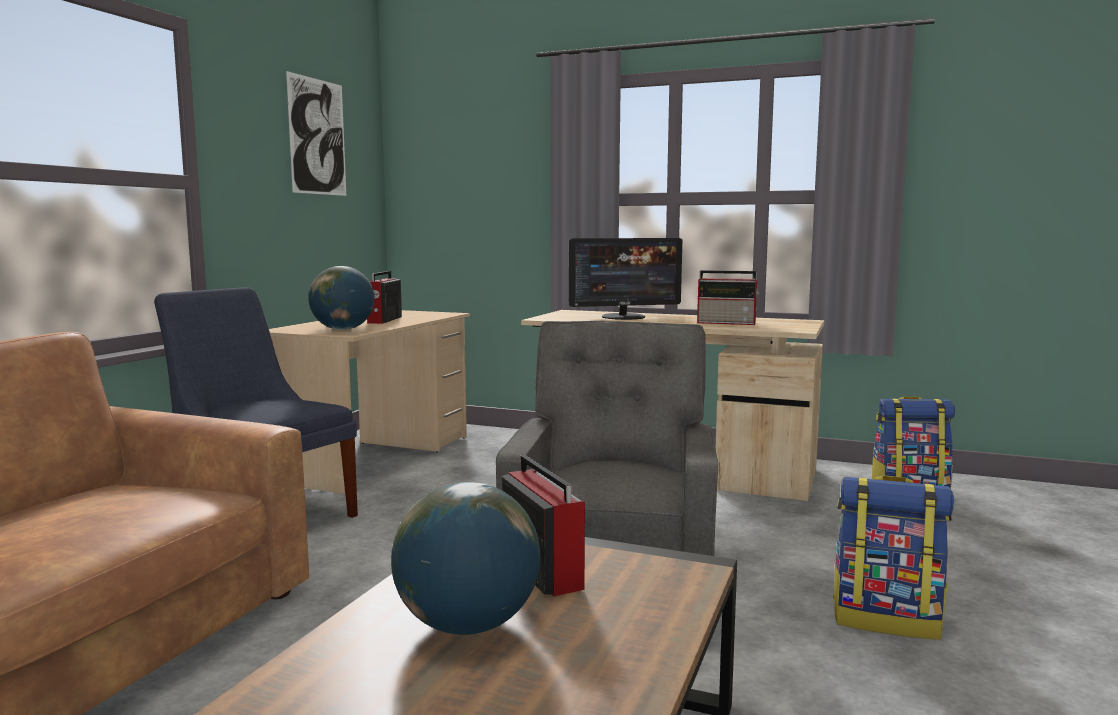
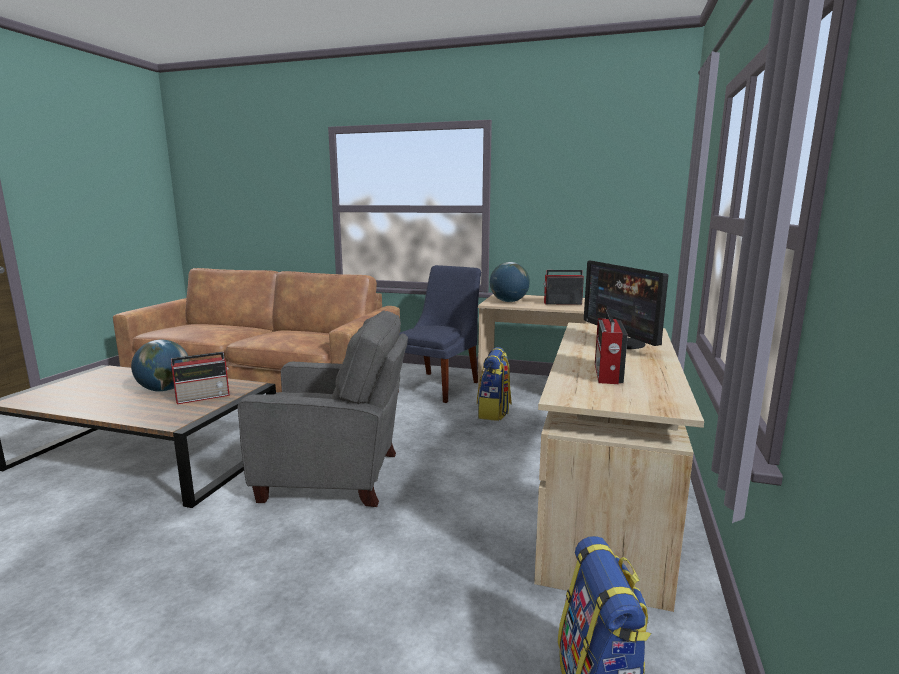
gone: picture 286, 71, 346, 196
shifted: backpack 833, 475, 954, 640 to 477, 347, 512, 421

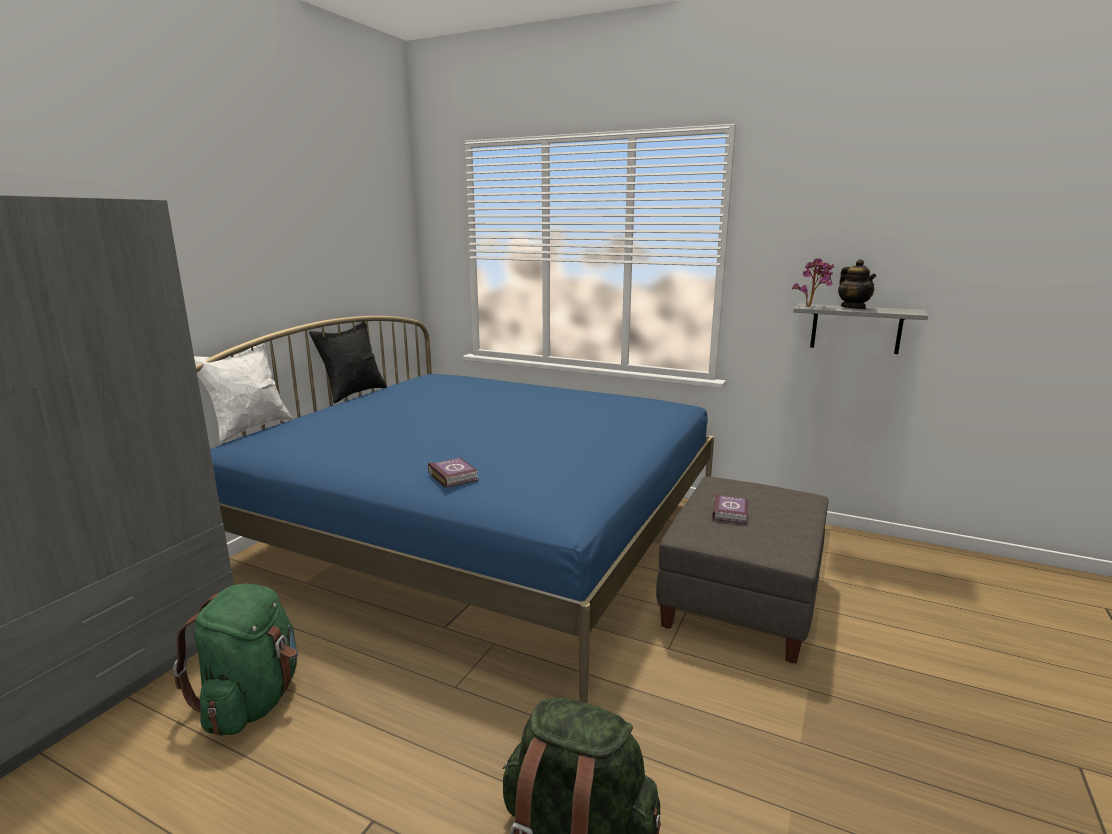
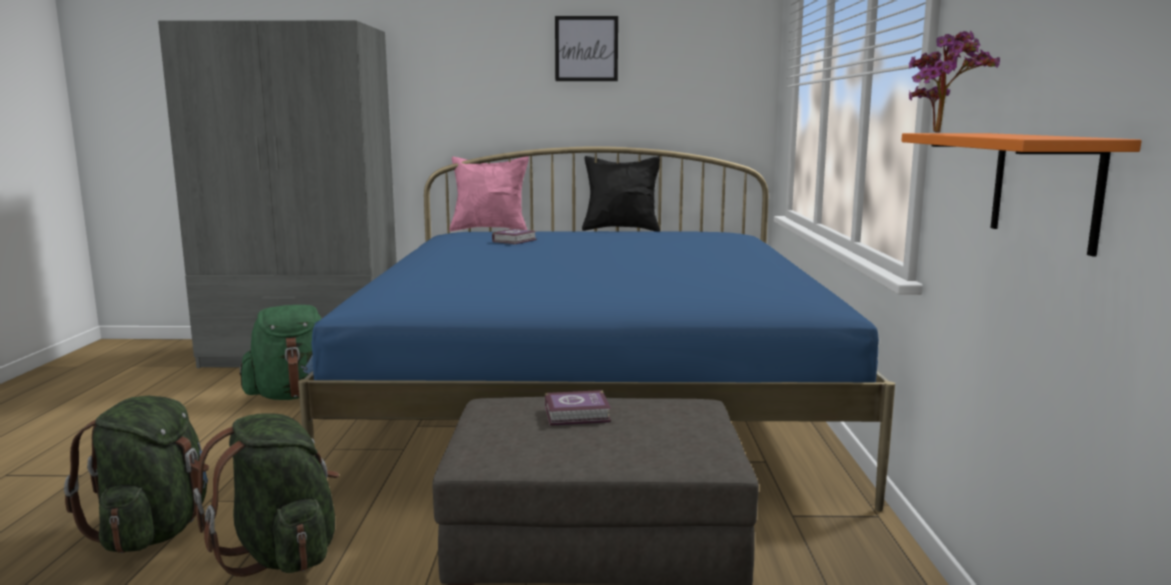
gone: teapot 838, 259, 876, 309
new: picture 555, 16, 618, 81; green_backpack 194, 413, 339, 577
shifted: book 428, 458, 479, 488 to 492, 229, 537, 244
repainted: grey_shelf 793, 303, 928, 354 to orange_shelf 901, 133, 1141, 256; white_pillow 194, 343, 293, 443 to pink_pillow 449, 156, 529, 231

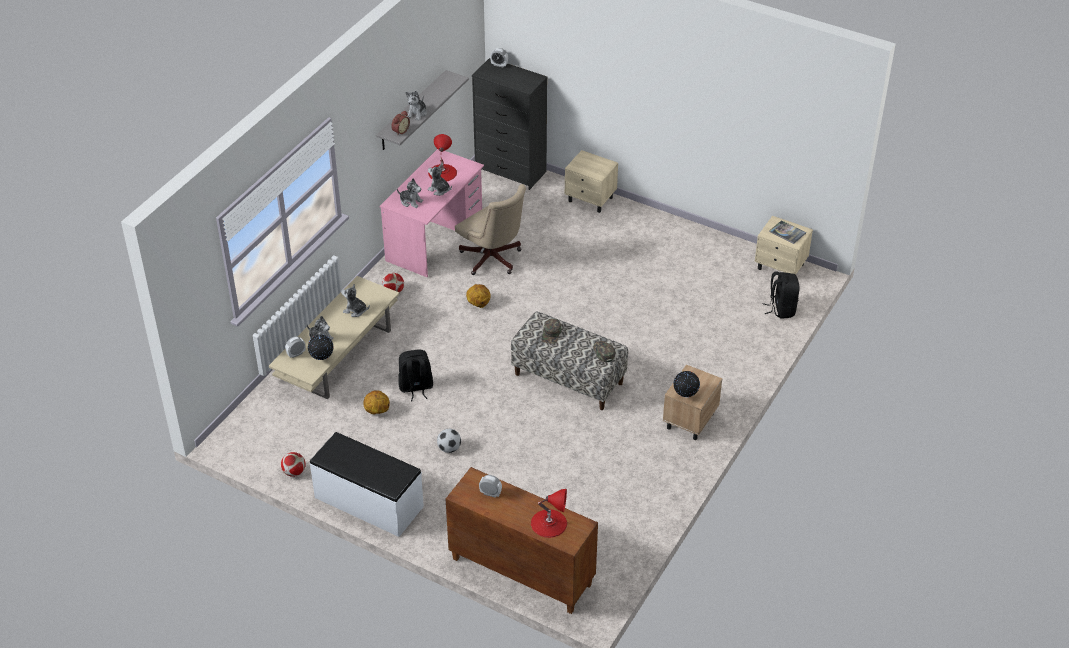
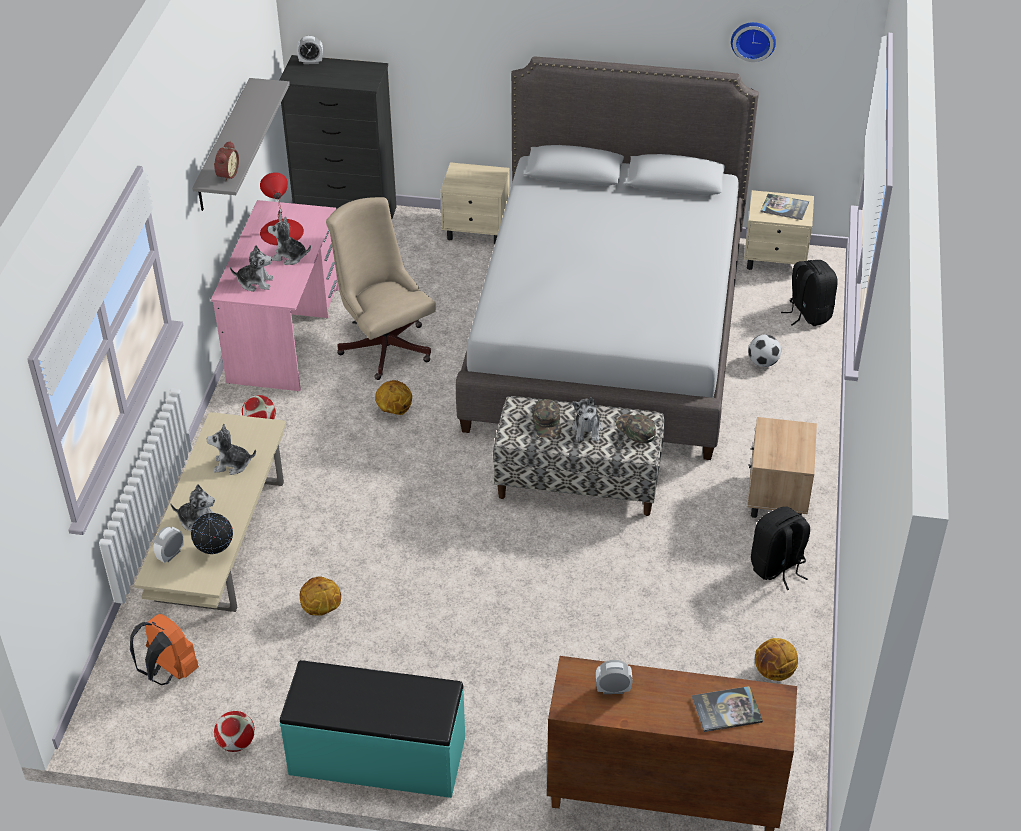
gone: globe 673, 371, 700, 397
new: wall_clock 731, 22, 776, 62; grey_bed 456, 57, 759, 460; orange_backpack 130, 614, 199, 685; basketball 755, 638, 798, 681
shifted: plush_toy 406, 91, 427, 121 to 572, 397, 603, 441; black_backpack 398, 349, 433, 401 to 751, 506, 810, 590; football 437, 429, 461, 453 to 748, 335, 781, 367
swapped: red_table_lamp 531, 489, 567, 538 to book 692, 686, 763, 732
repainted: white_bench 310, 432, 424, 537 to turquoise_bench 280, 660, 465, 798
rotated: beige_office_chair 455, 184, 526, 275 = 326, 197, 436, 380 150 degrees counterclockwise

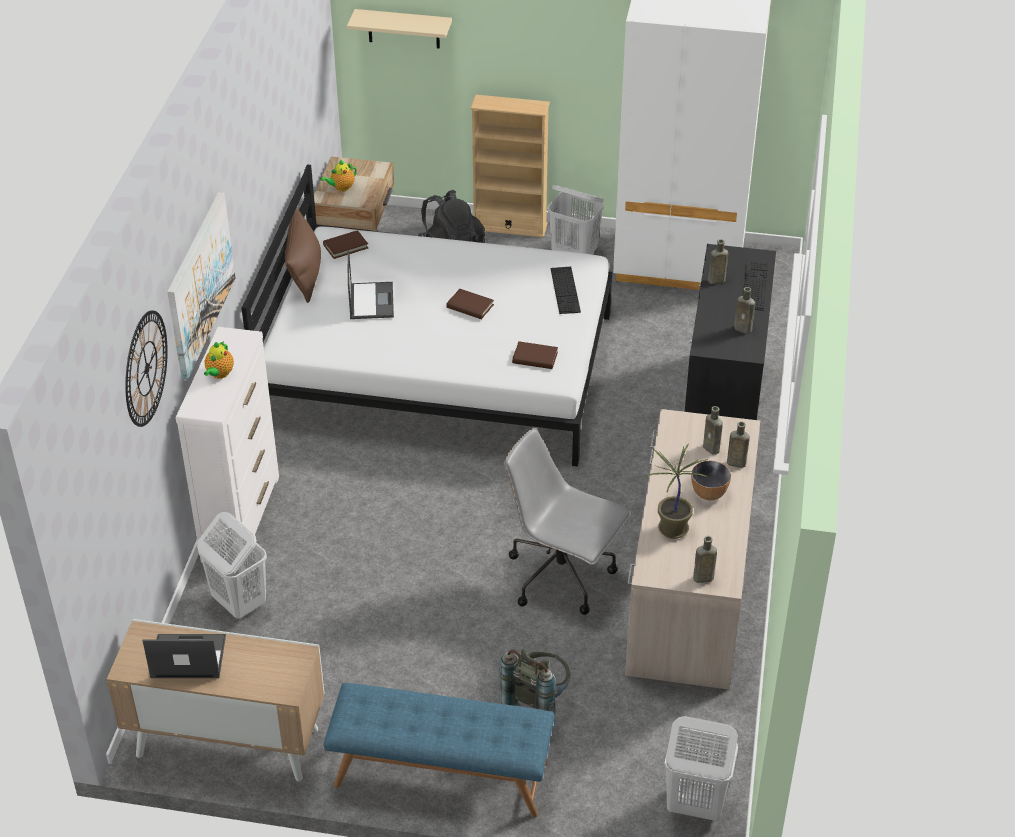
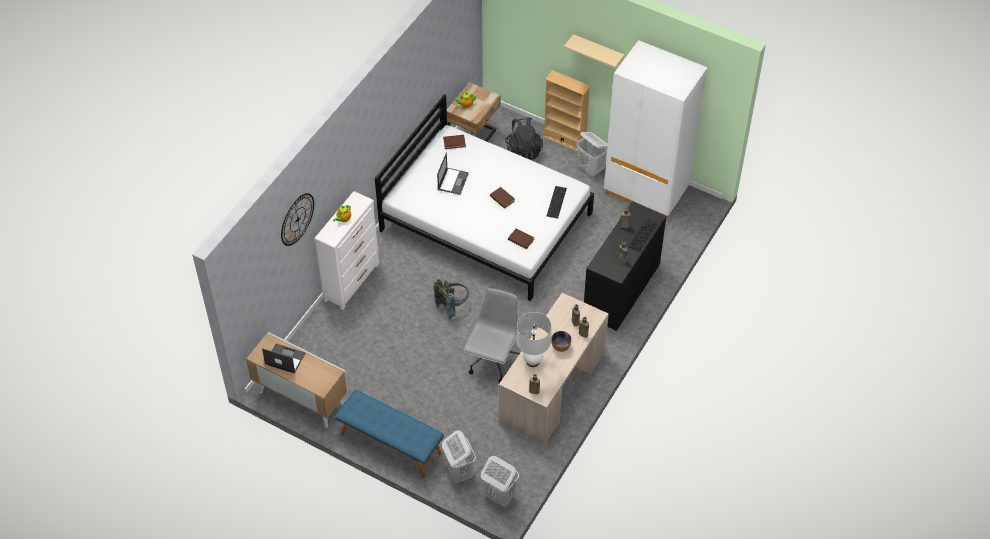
gone: picture 167, 192, 236, 380; brown_pillow 285, 208, 321, 303
shifted: beige_shelf 347, 9, 452, 49 to 564, 34, 624, 68; white_laundry_basket 197, 512, 267, 619 to 442, 430, 476, 483; grey_backpack 499, 649, 571, 729 to 433, 279, 469, 320
swapped: potted_plant 646, 444, 708, 539 to white_table_lamp 516, 312, 552, 367
rotated: grey_office_chair 504, 428, 631, 615 = 464, 288, 520, 382 60 degrees clockwise

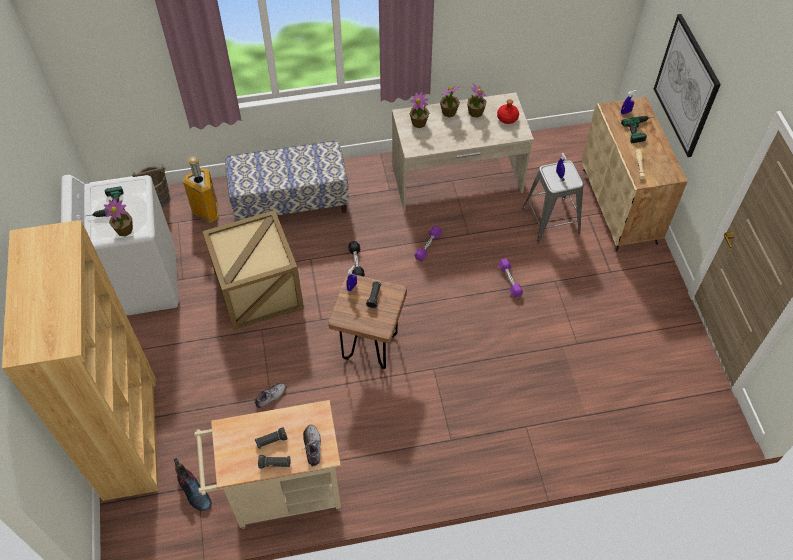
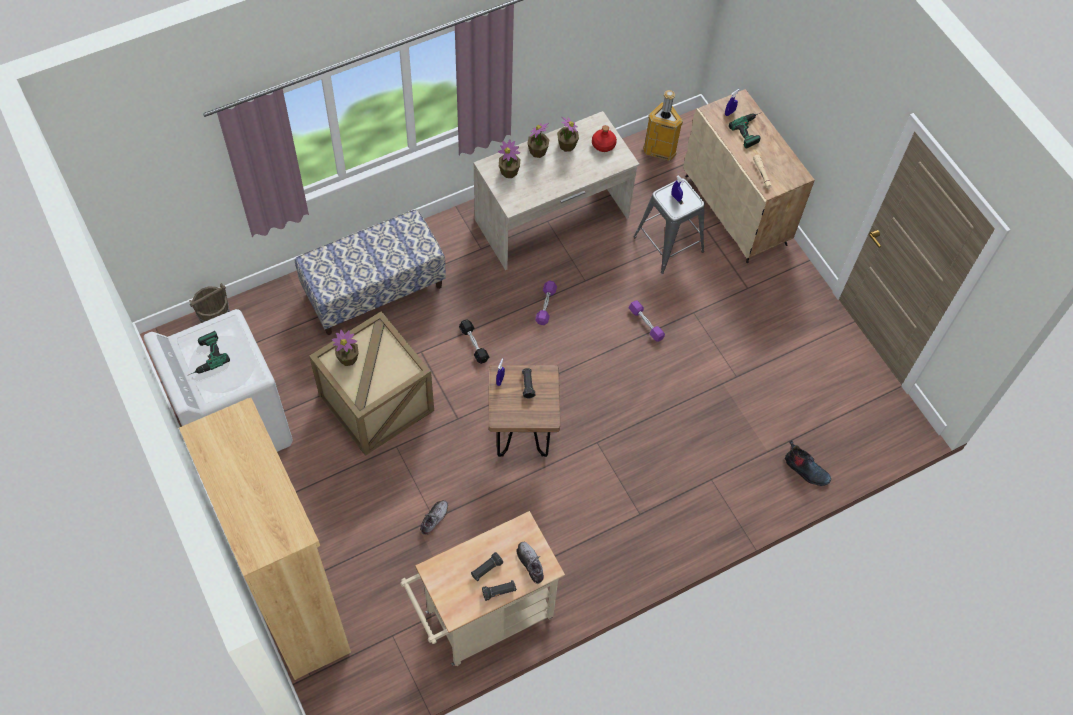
gone: picture 654, 14, 721, 157
shifted: trash_can 183, 156, 219, 223 to 643, 90, 683, 161; potted_plant 104, 198, 133, 237 to 332, 330, 359, 366; boot 174, 458, 212, 511 to 785, 440, 831, 486

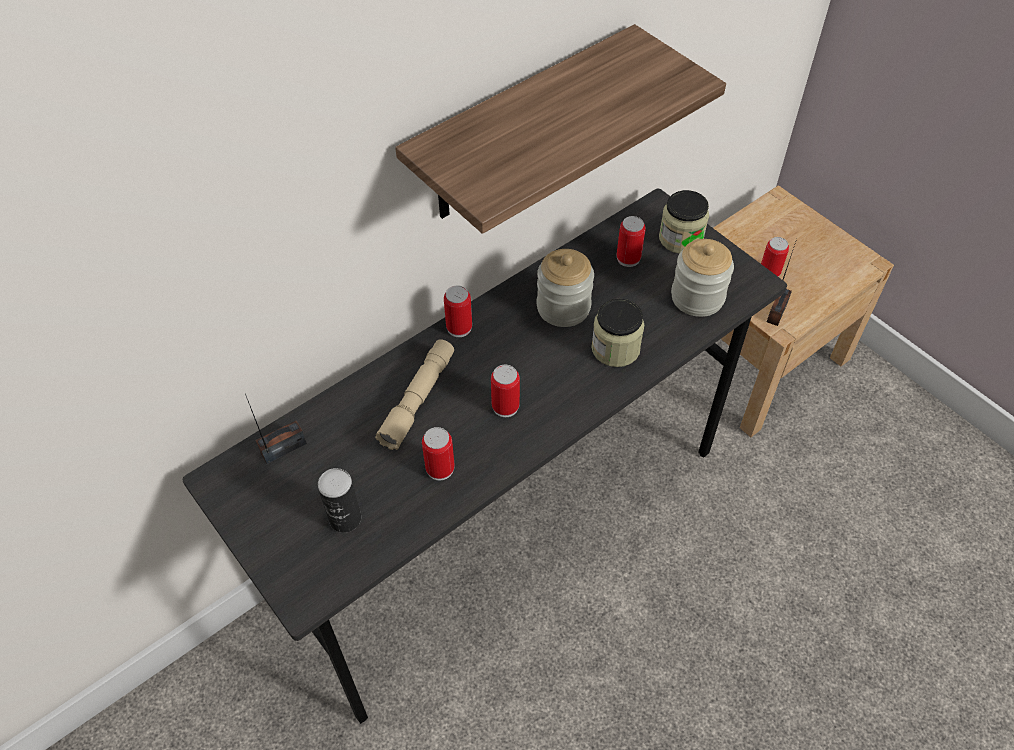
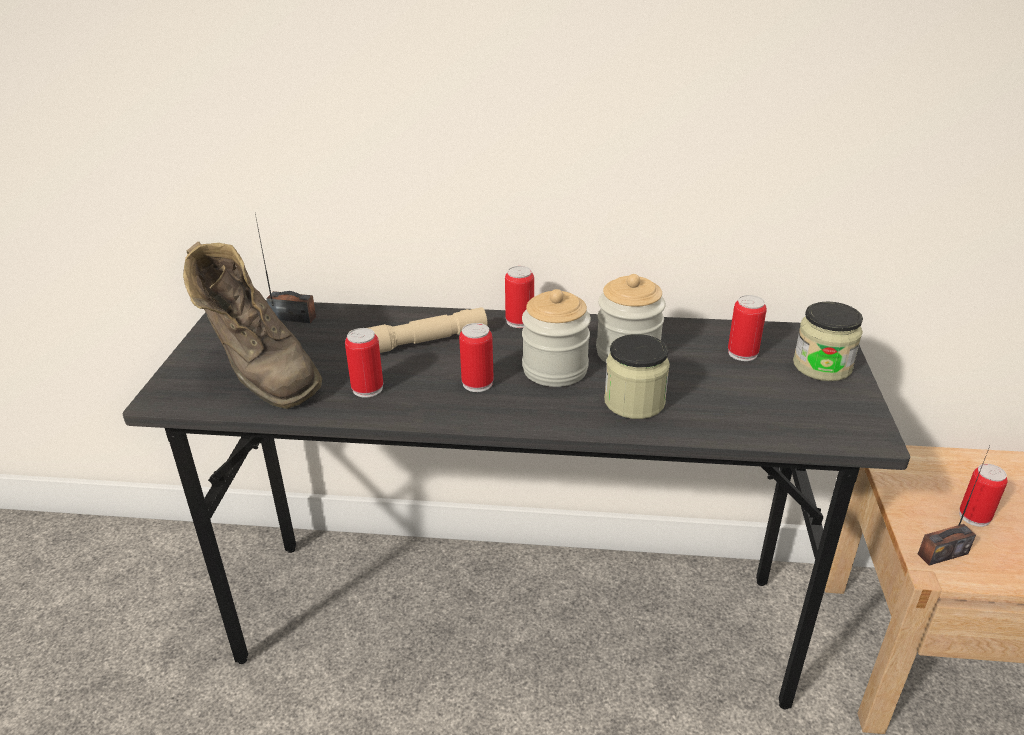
gone: shelf 395, 24, 726, 234
shifted: jar 671, 239, 734, 317 to 522, 289, 591, 387
swapped: can 318, 468, 361, 533 to brown_boot 183, 242, 322, 409

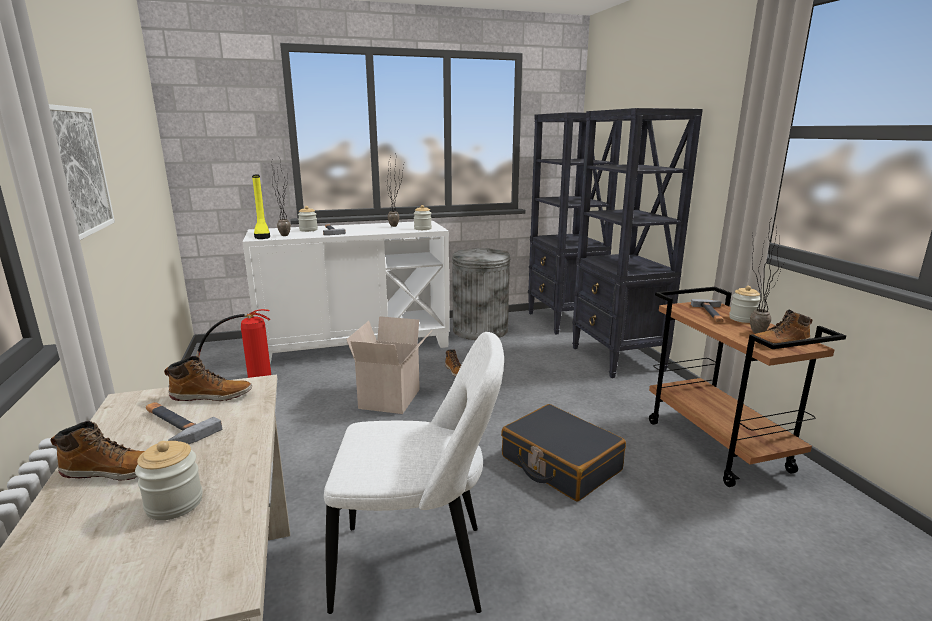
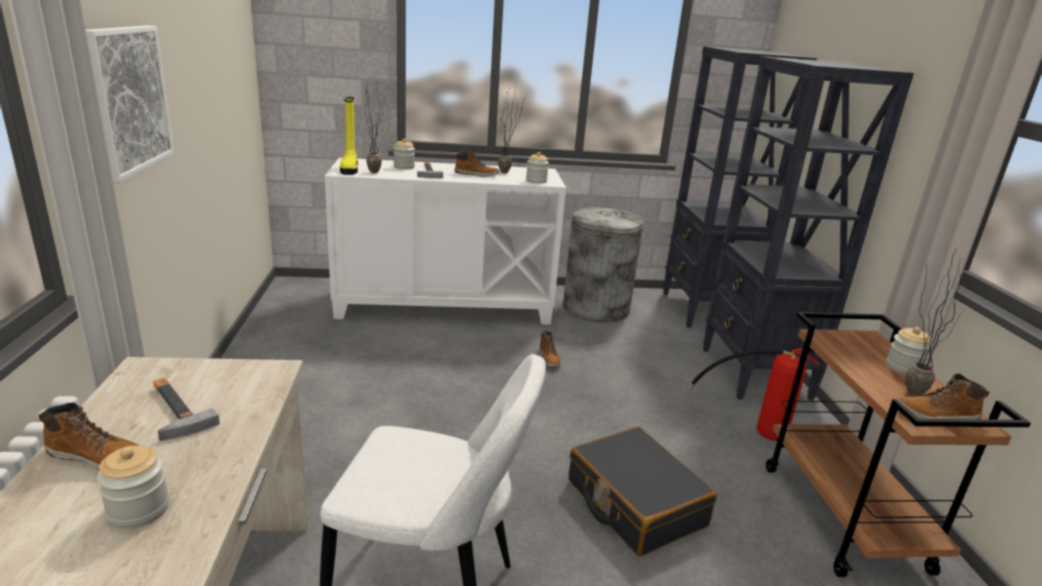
gone: hammer 691, 299, 724, 322; cardboard_box 346, 316, 432, 414
shifted: fire_extinguisher 196, 309, 271, 378 to 687, 348, 819, 441; boot 164, 356, 252, 401 to 455, 150, 500, 177

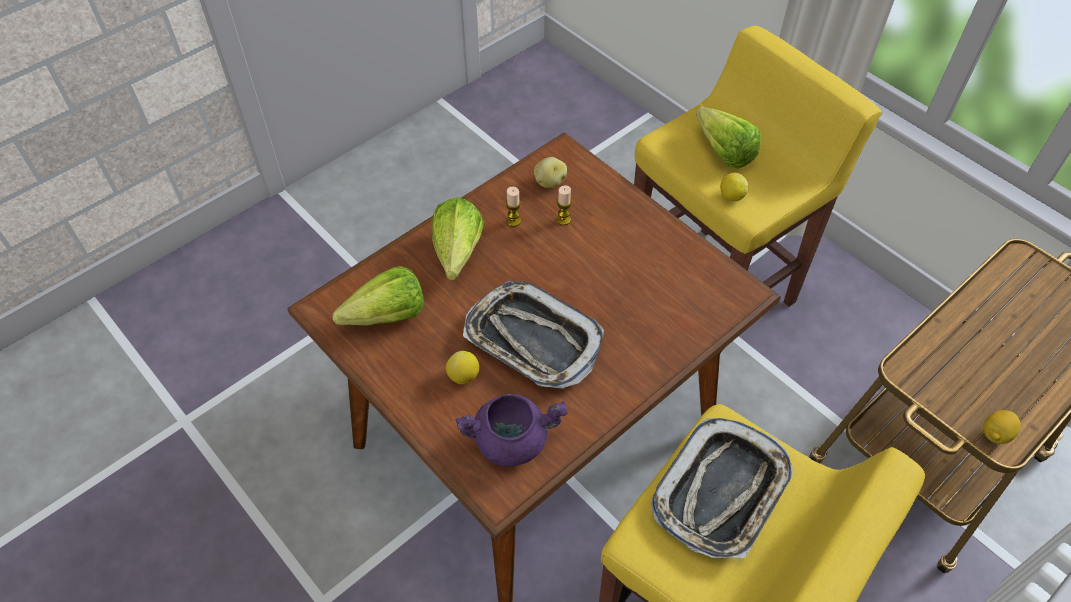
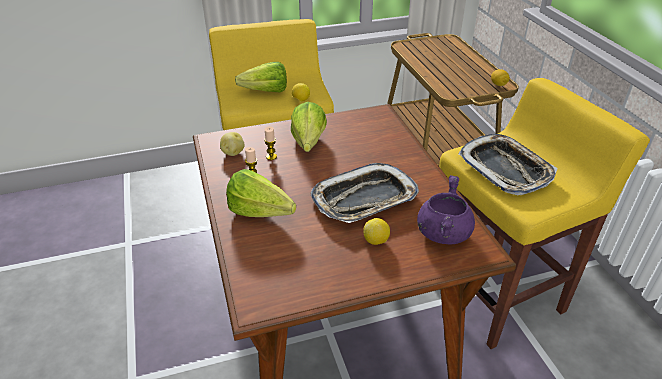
shifted: lettuce 333, 266, 424, 326 to 291, 102, 327, 152

